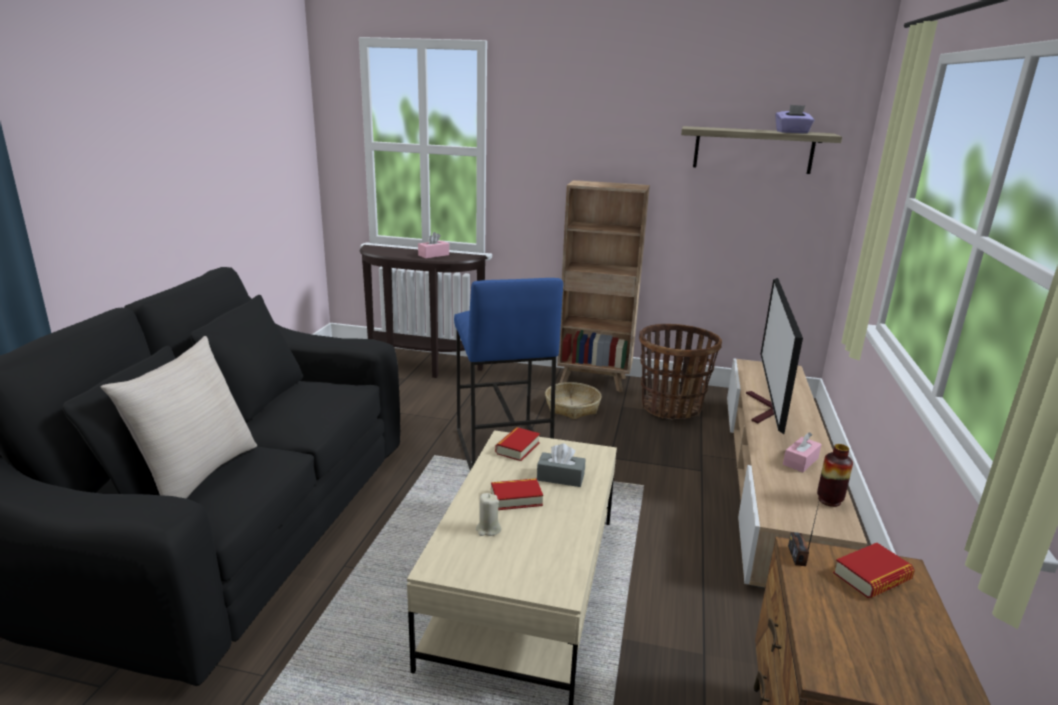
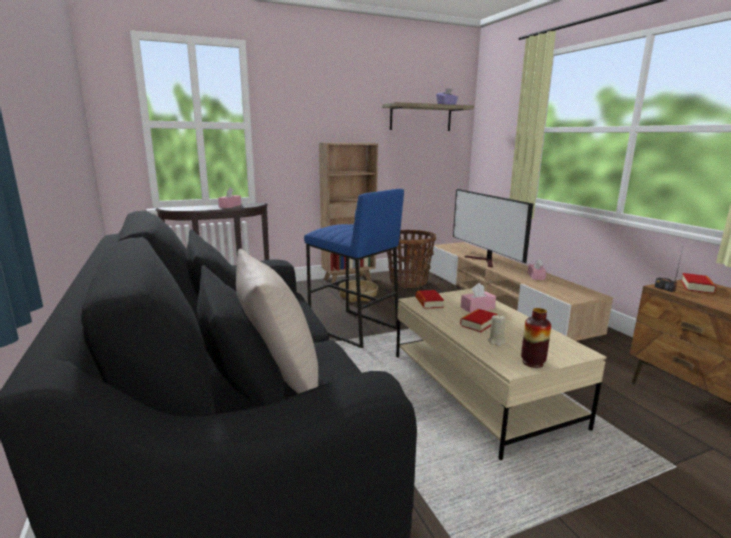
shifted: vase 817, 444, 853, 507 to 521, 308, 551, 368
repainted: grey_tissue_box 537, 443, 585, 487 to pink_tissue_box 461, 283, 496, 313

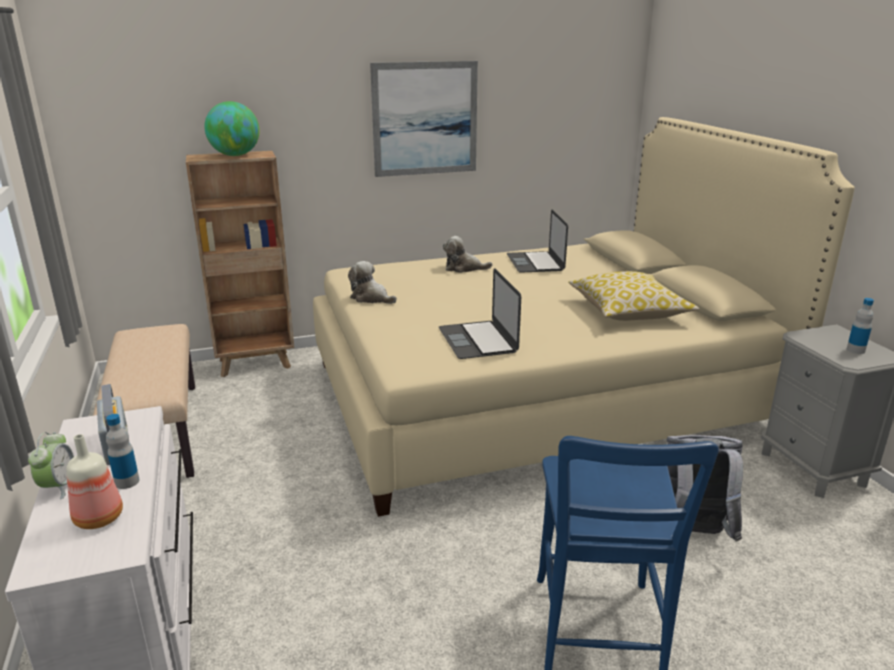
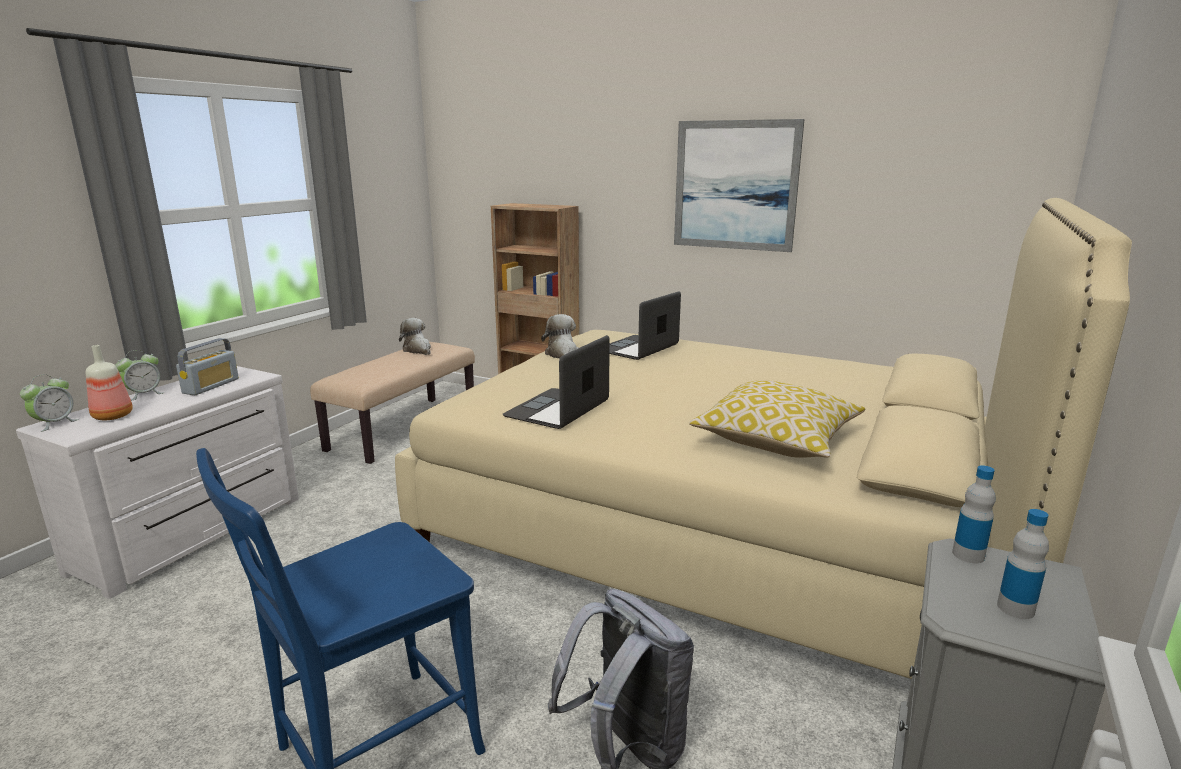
gone: globe 204, 101, 260, 156
new: alarm_clock 20, 374, 79, 432
shifted: laptop 507, 210, 568, 273 to 609, 291, 681, 360; plush_toy 443, 236, 493, 273 to 399, 318, 431, 355; bottle 106, 414, 139, 489 to 952, 465, 996, 563

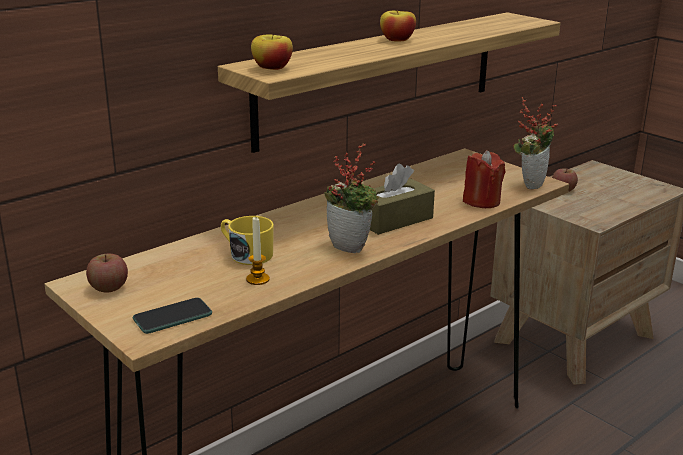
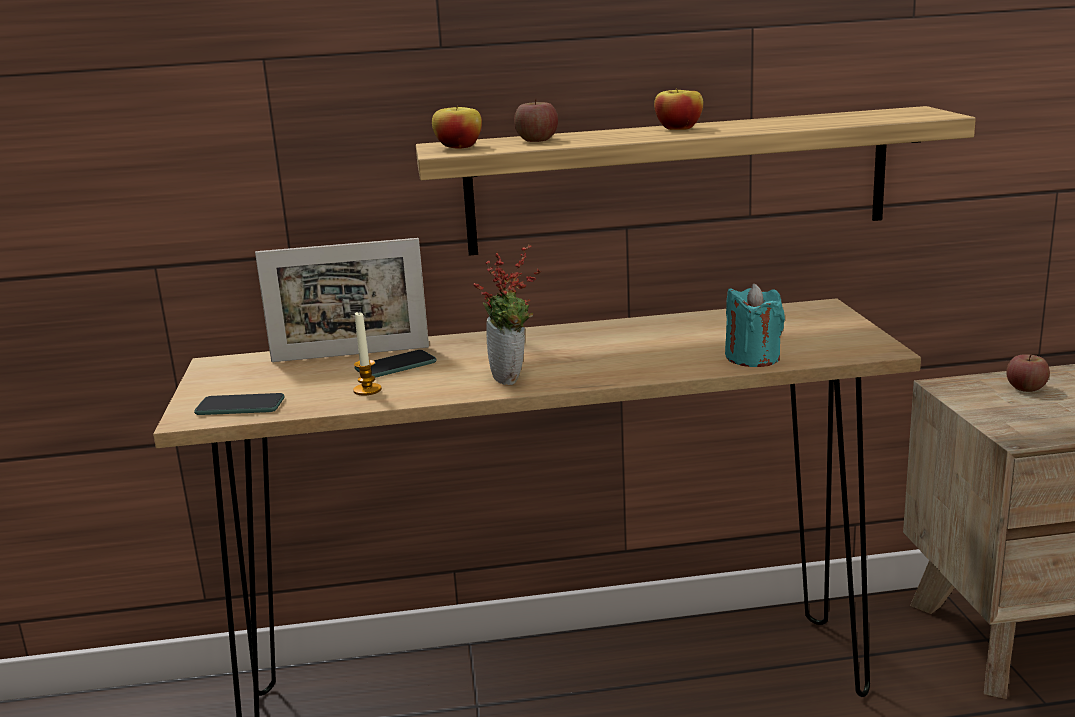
gone: potted_plant 513, 97, 558, 190; brown_tissue_box 370, 163, 435, 235
new: picture_frame 255, 238, 429, 362
shifted: apple 86, 254, 128, 293 to 514, 99, 558, 142
swapped: yellow_mug 221, 216, 274, 265 to phone 355, 350, 437, 378
repainted: red_candle 463, 150, 506, 208 to turquoise_candle 725, 284, 785, 367

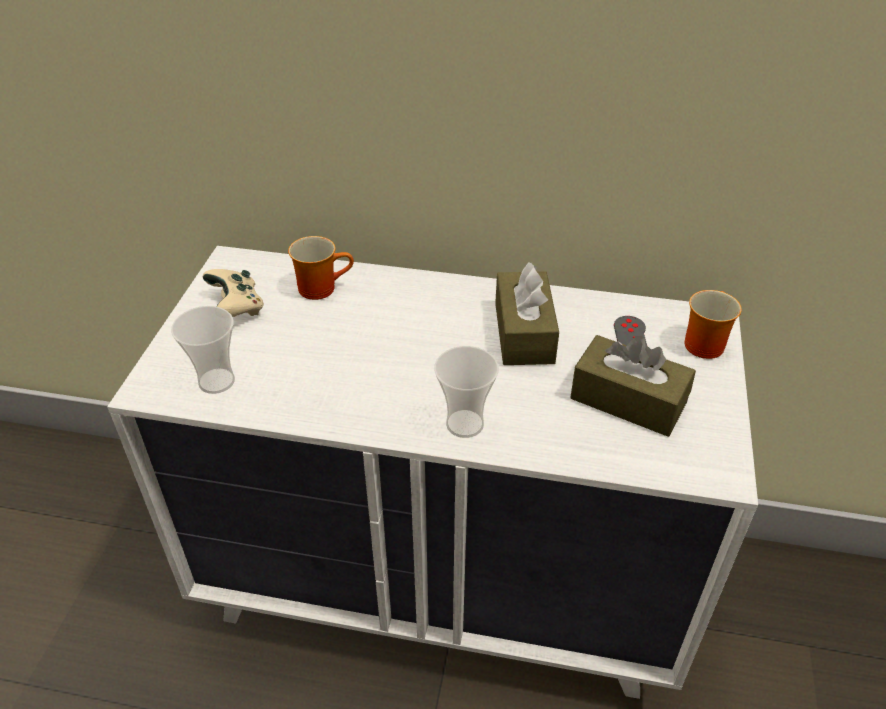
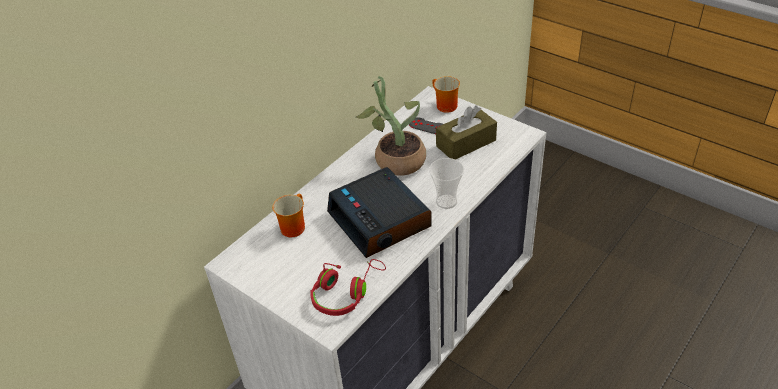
gone: beige_game_controller 203, 269, 264, 317
new: alarm_clock 327, 167, 432, 258
swapped: brown_tissue_box 495, 262, 559, 365 to potted_plant 356, 76, 426, 176; cup 171, 306, 235, 394 to red_headphones 310, 259, 386, 316

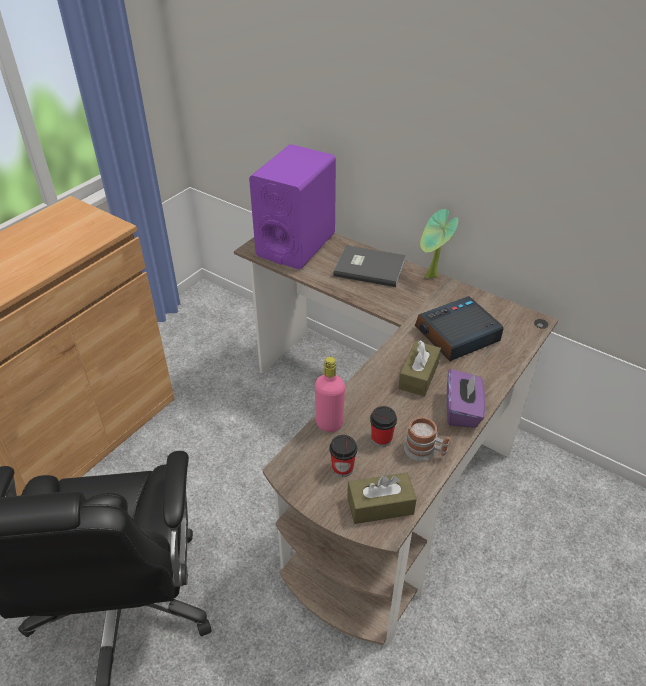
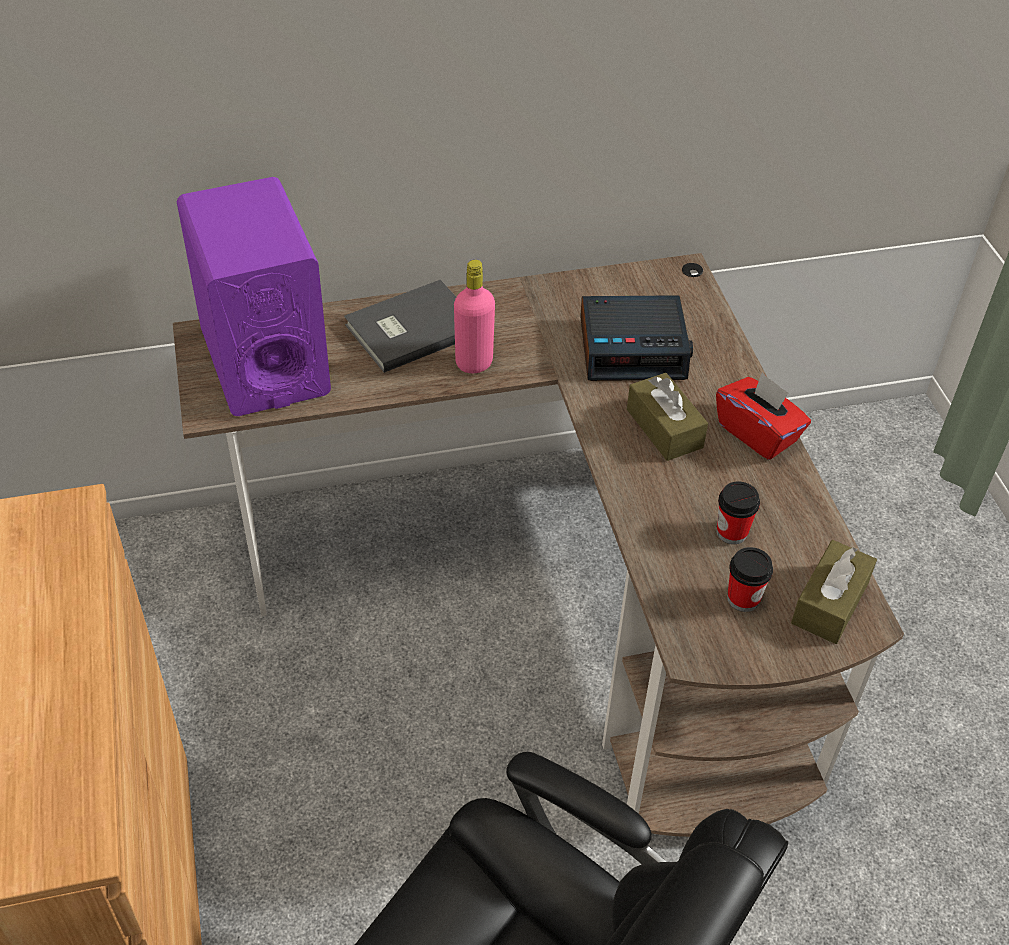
gone: potted_plant 420, 209, 458, 279; mug 404, 417, 450, 461
shifted: pink_bottle 315, 357, 345, 432 to 454, 260, 495, 373
repainted: purple_tissue_box 447, 369, 485, 428 to red_tissue_box 716, 372, 811, 460
rotated: alarm_clock 415, 296, 504, 361 = 580, 295, 693, 381 105 degrees counterclockwise

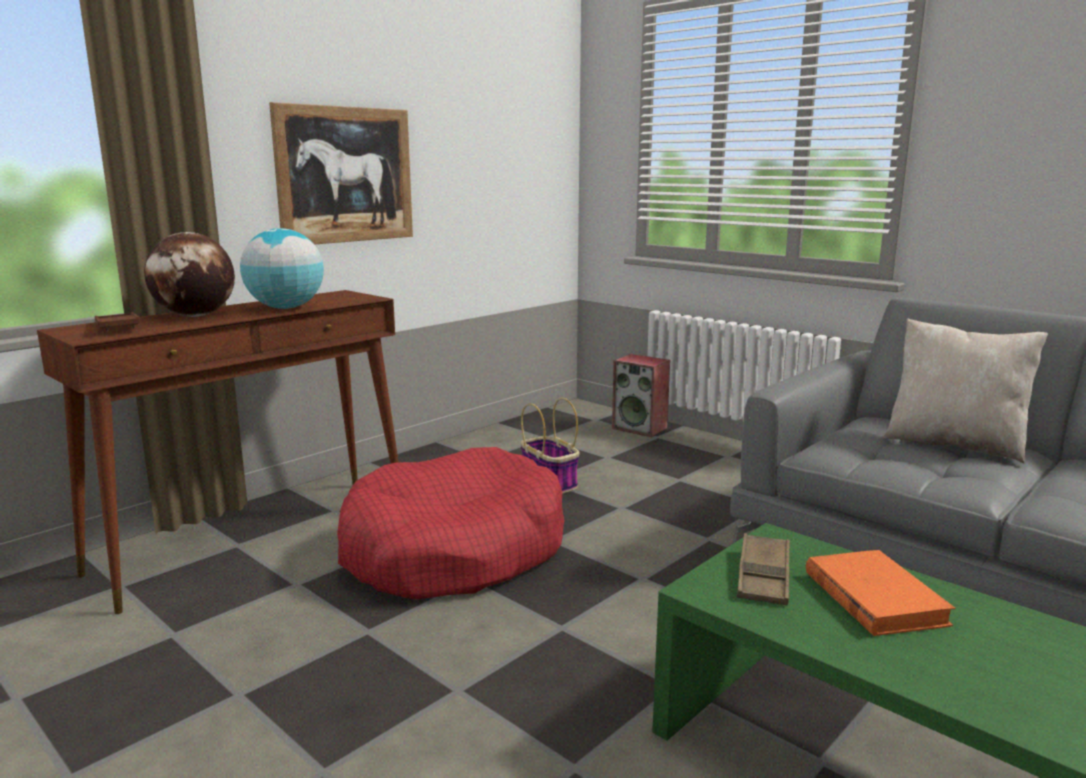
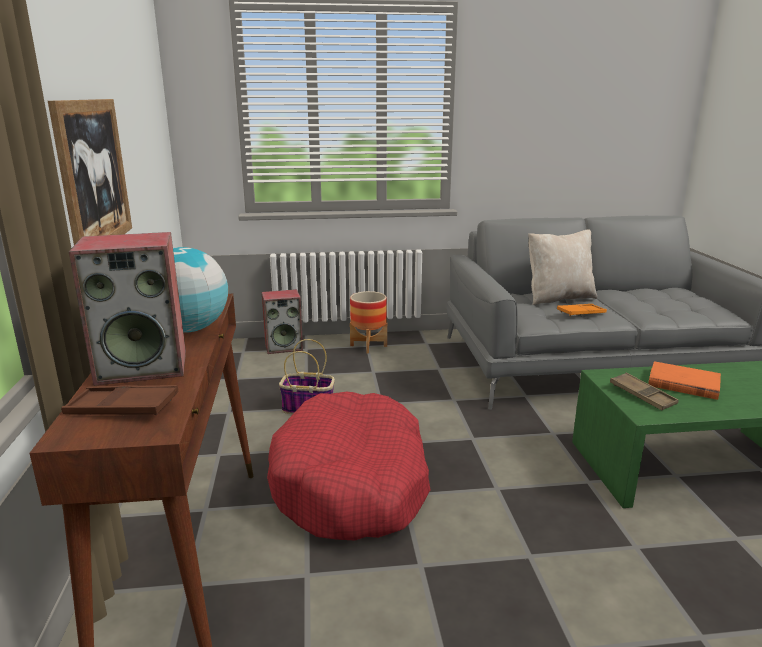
new: planter 350, 291, 387, 354; orange_tray 557, 304, 607, 316
swapped: globe 144, 232, 235, 317 to speaker 69, 232, 186, 386

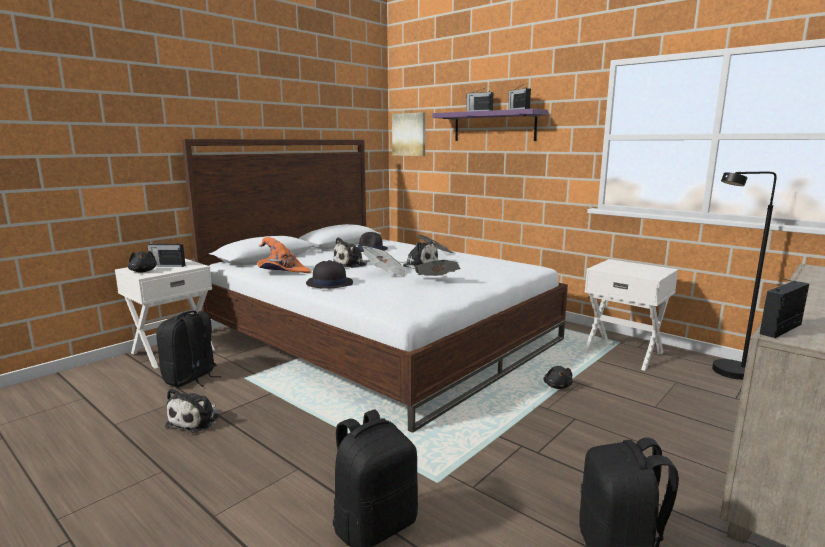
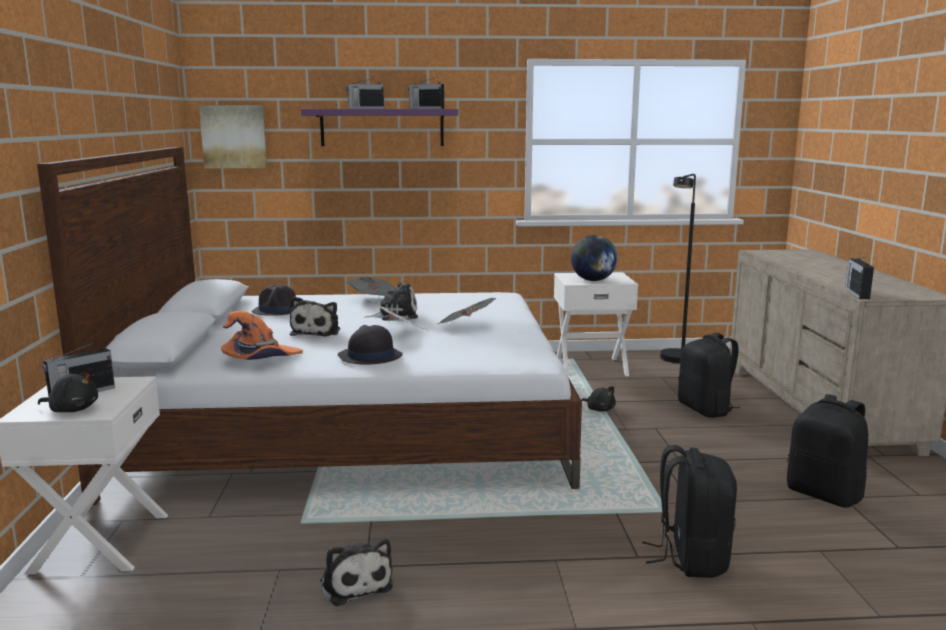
new: globe 571, 235, 618, 281
shifted: black_backpack 156, 311, 222, 387 to 678, 333, 740, 418

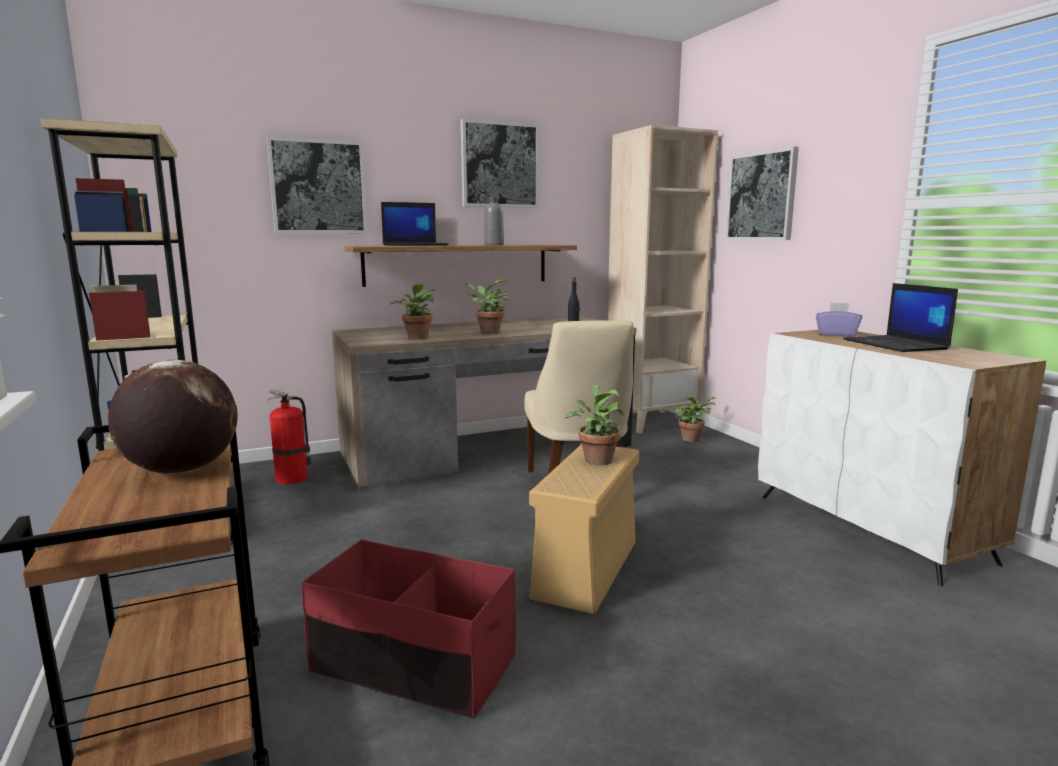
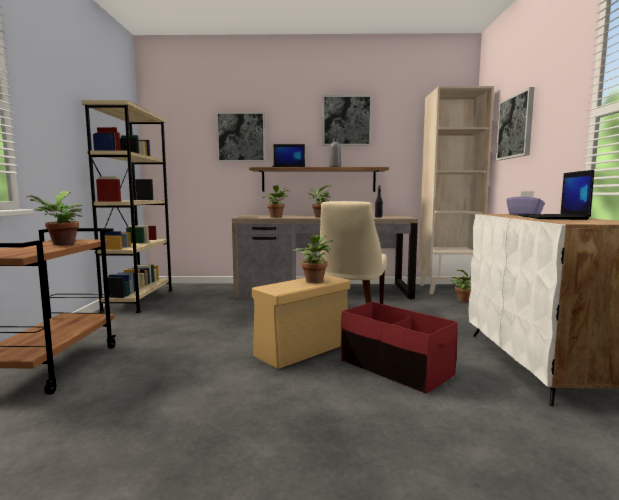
gone: fire_extinguisher 266, 390, 313, 485
shifted: red_storage_box 301, 540, 516, 719 to 341, 302, 458, 394
swapped: globe 108, 360, 238, 475 to potted_plant 27, 191, 82, 245

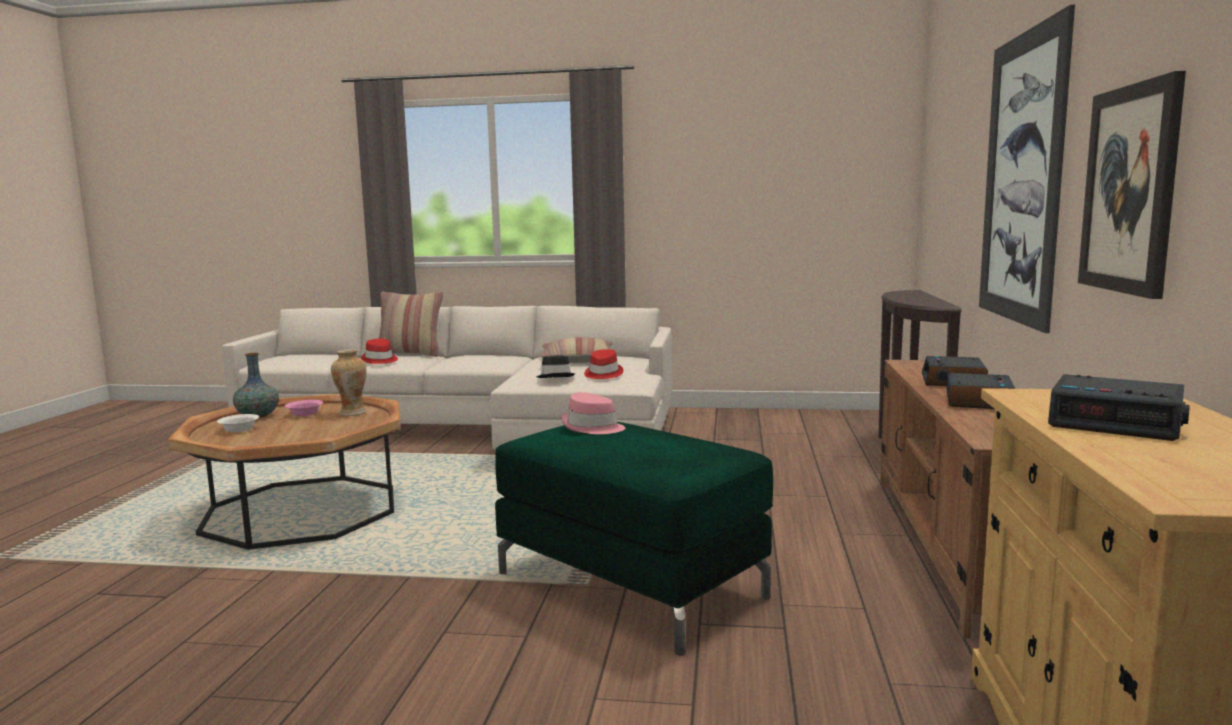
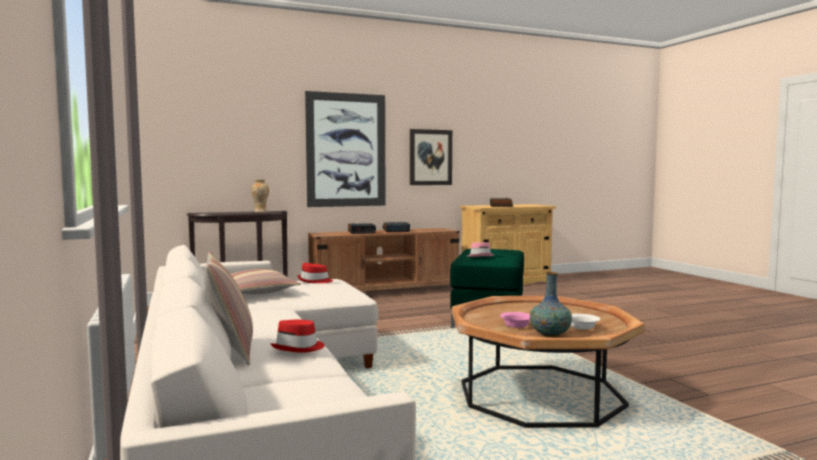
gone: black_hat 537, 356, 575, 378
shifted: vase 331, 349, 367, 416 to 251, 179, 269, 212

